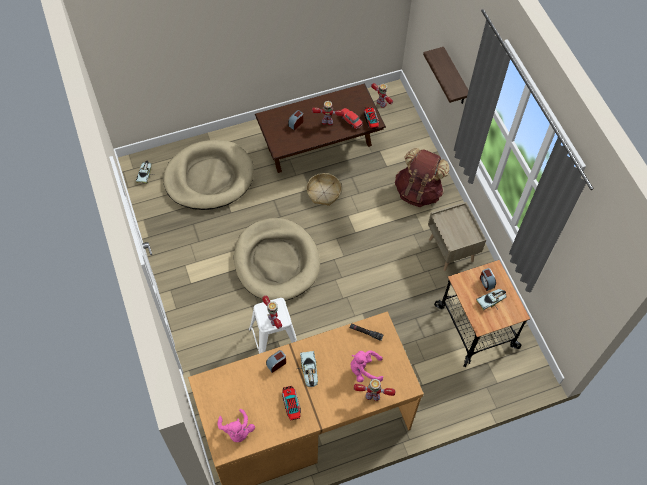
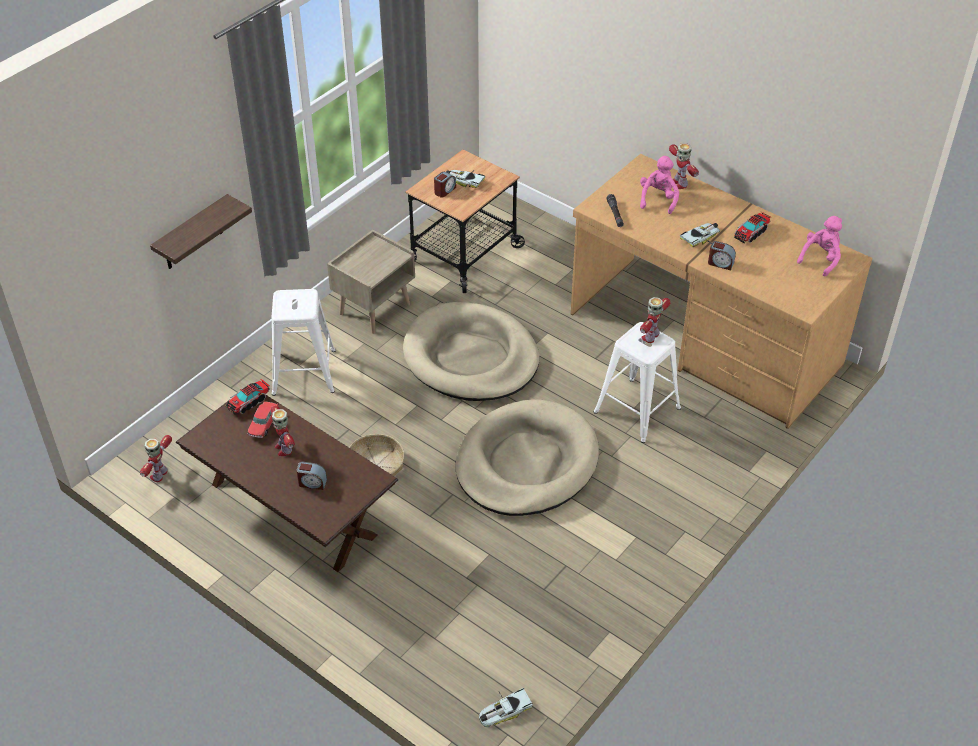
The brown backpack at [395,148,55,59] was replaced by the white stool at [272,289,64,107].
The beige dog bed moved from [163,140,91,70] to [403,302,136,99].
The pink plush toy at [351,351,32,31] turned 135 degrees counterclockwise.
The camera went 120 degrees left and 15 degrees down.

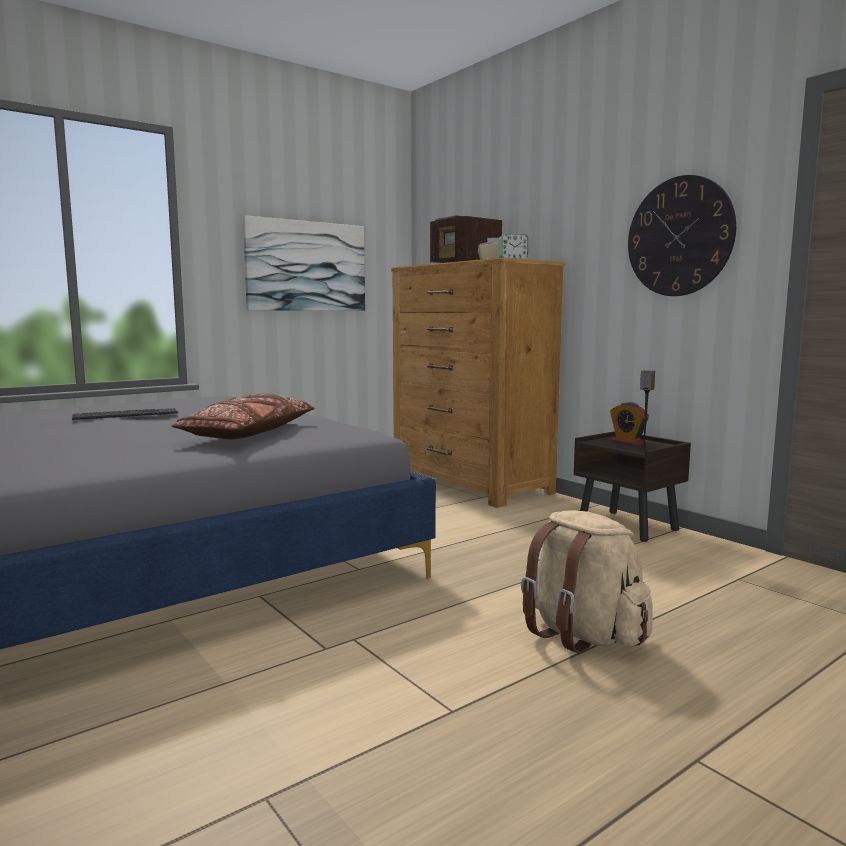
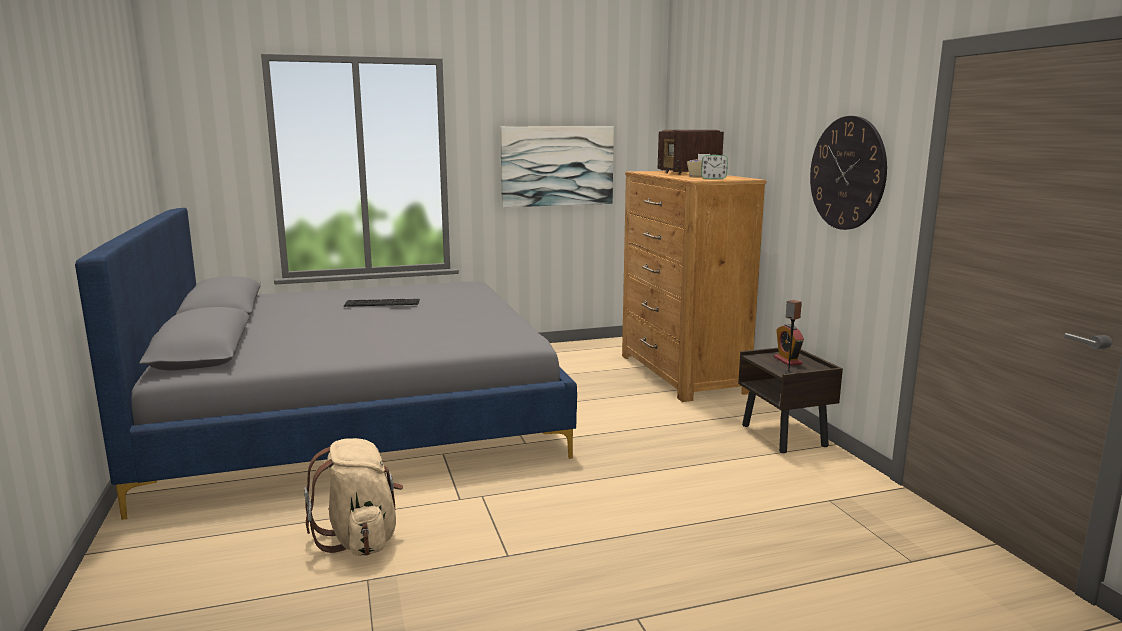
The beige backpack moved from [521,510,132,143] to [304,438,99,118].
The brown pillow at [172,393,143,46] disappeared.
The camera went 20 degrees right and 5 degrees up.

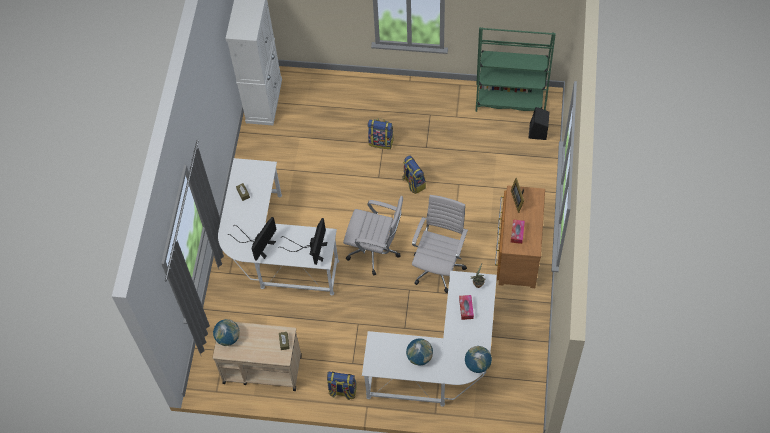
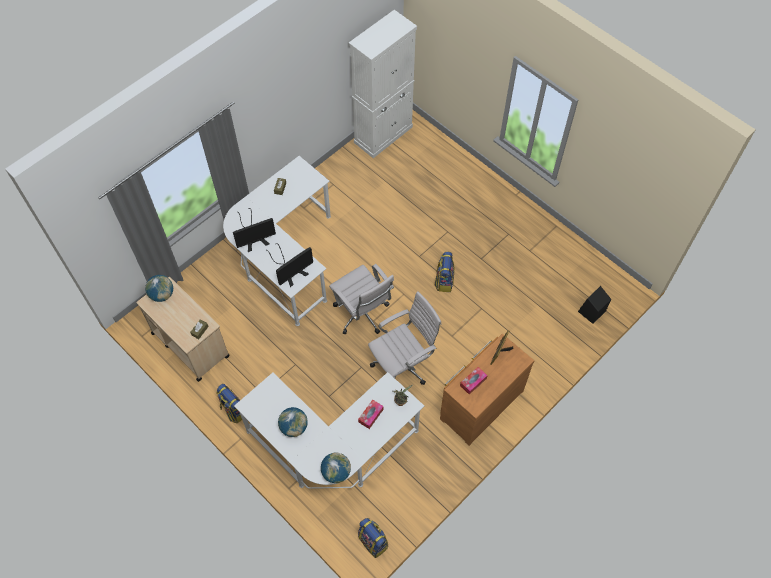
The backpack moved from [368,118,26,31] to [358,518,30,40].
The green bookcase at [476,27,80,85] disappeared.
The camera went 35 degrees right and 0 degrees up.

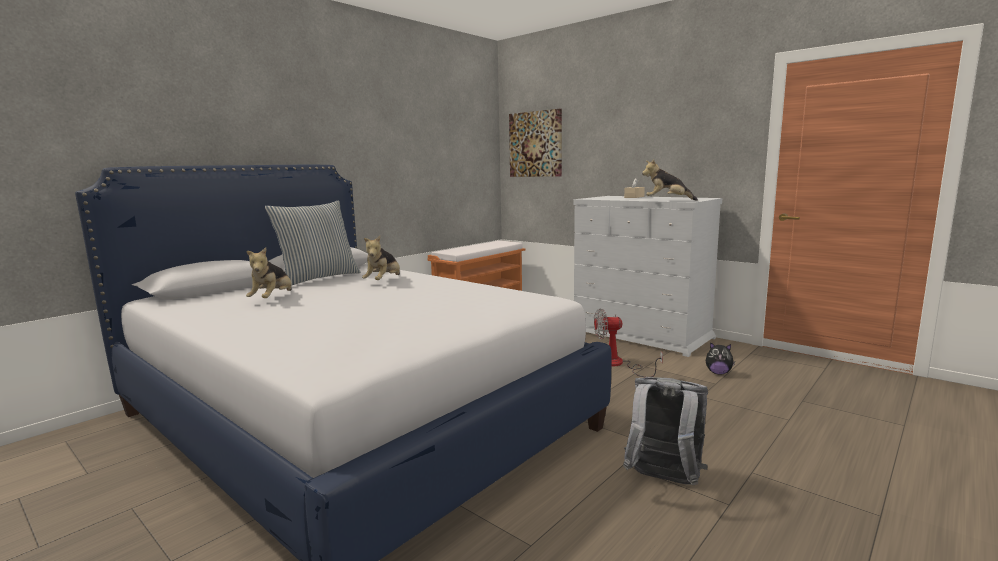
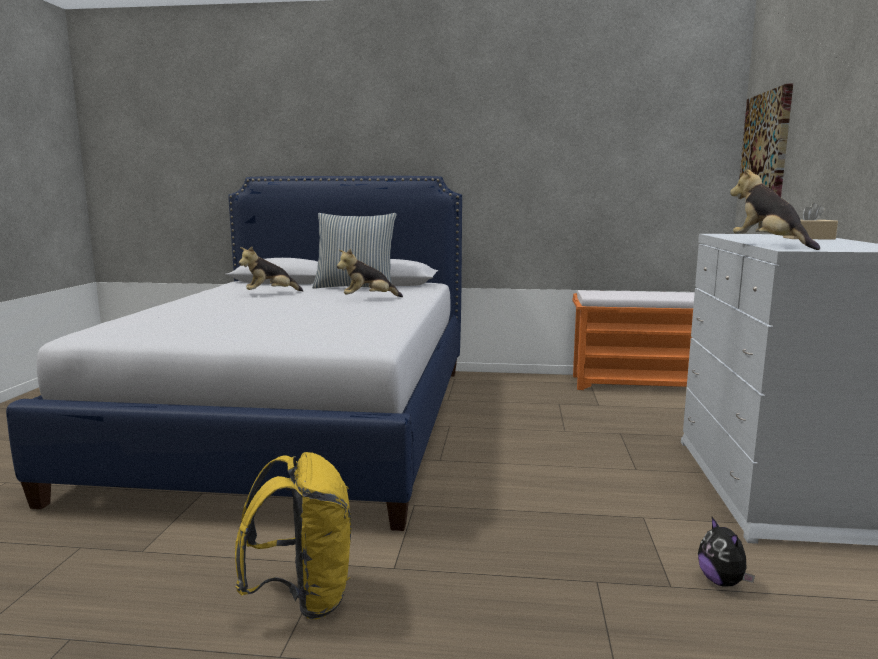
The grey backpack at [623,377,85,108] became the yellow backpack at [235,452,116,168].
The fan at [594,308,69,70] disappeared.
The camera went 55 degrees right and 0 degrees up.

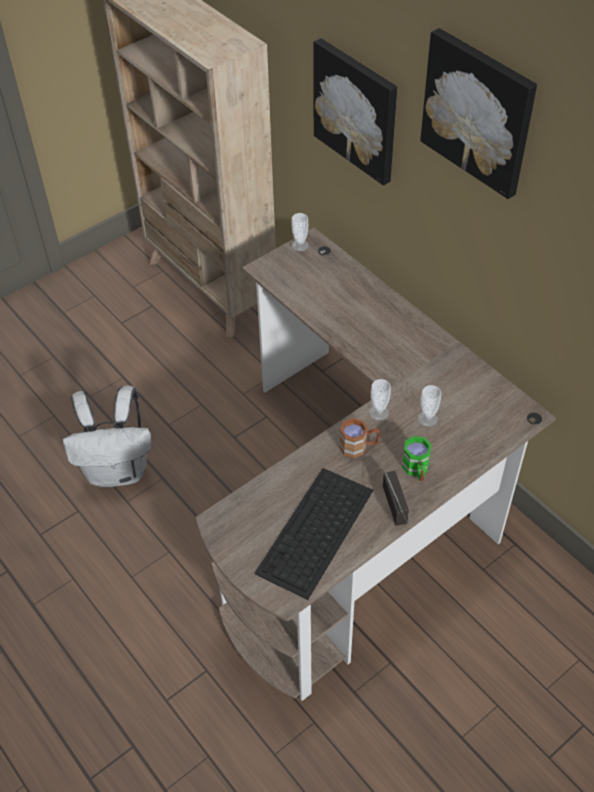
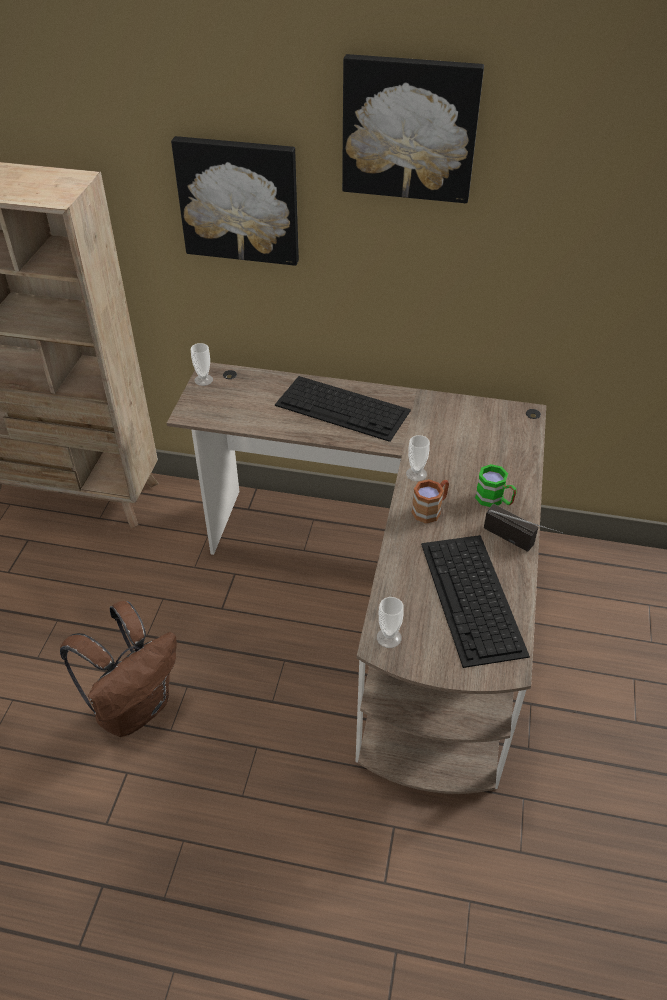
The white backpack at [63,385,89,102] became the brown backpack at [60,601,117,136].
The keyboard at [275,376,136,66] appeared.
The cup moved from [418,385,23,42] to [377,597,27,51].
The camera went 40 degrees left and 5 degrees down.

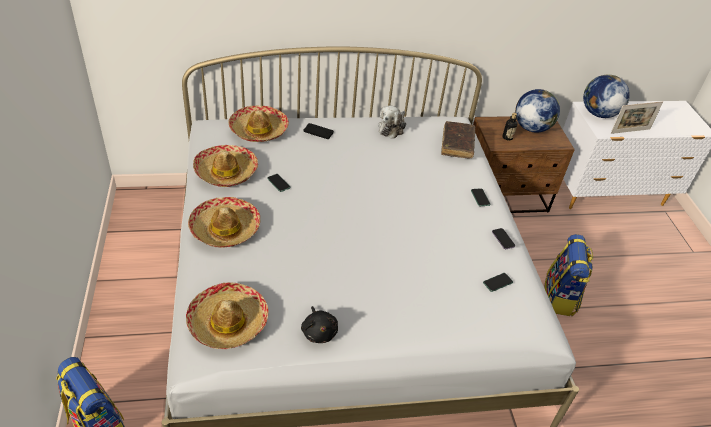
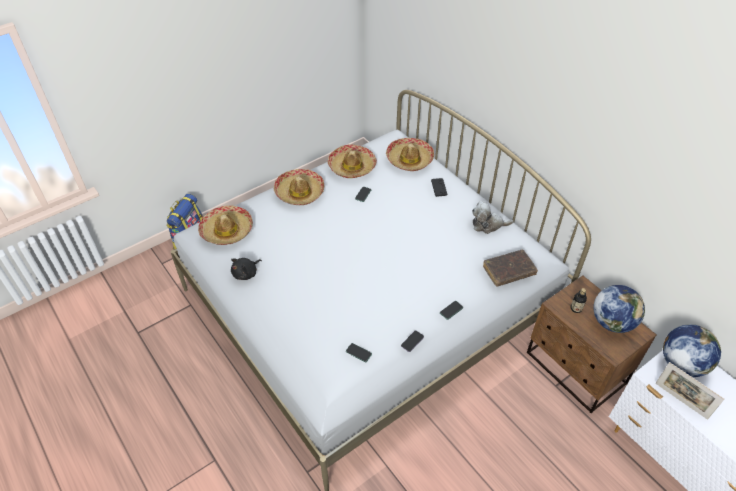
The backpack at [544,234,49,82] disappeared.
The camera went 65 degrees right and 5 degrees up.

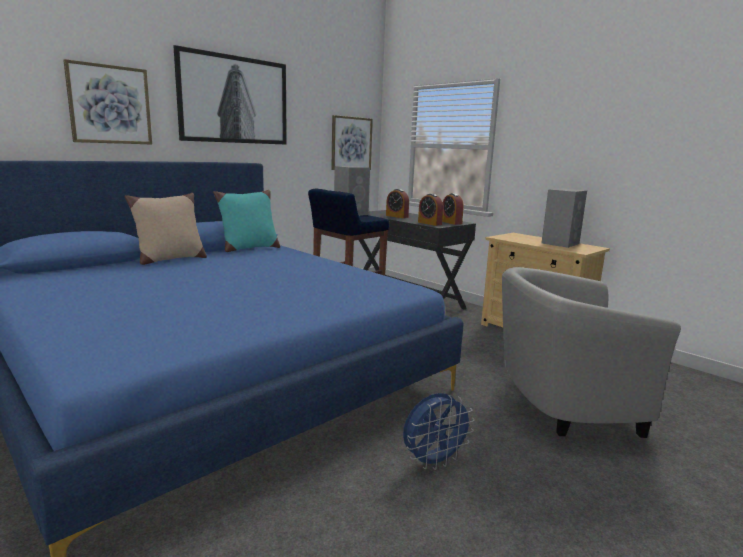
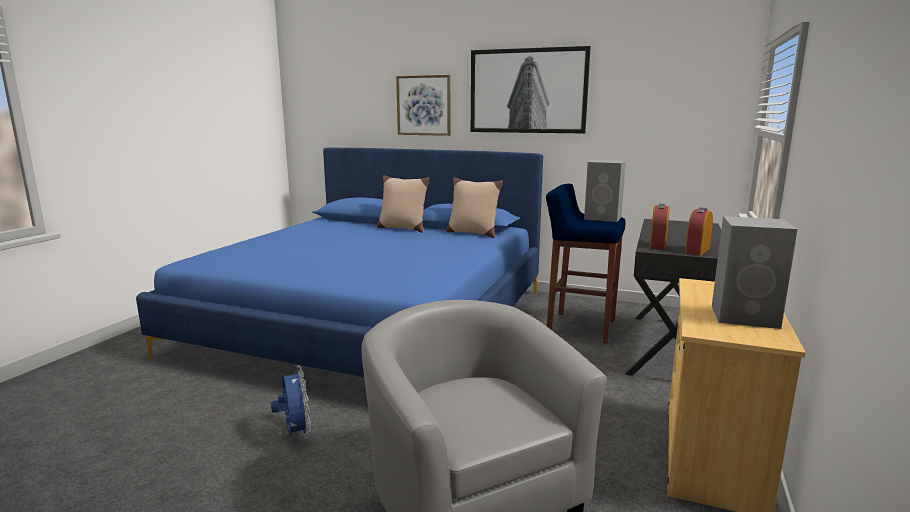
The blue fan at [403,393,72,77] turned 150 degrees counterclockwise.
The turquoise pillow at [213,190,67,62] became the beige pillow at [446,178,57,60].
The picture at [331,115,42,55] disappeared.
The alarm clock at [386,189,23,29] disappeared.
The camera went 65 degrees right and 0 degrees up.

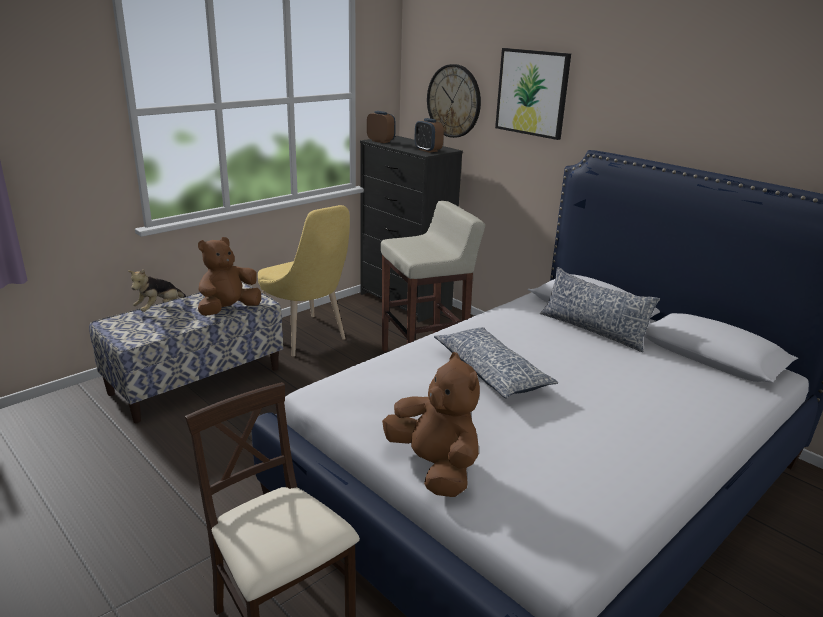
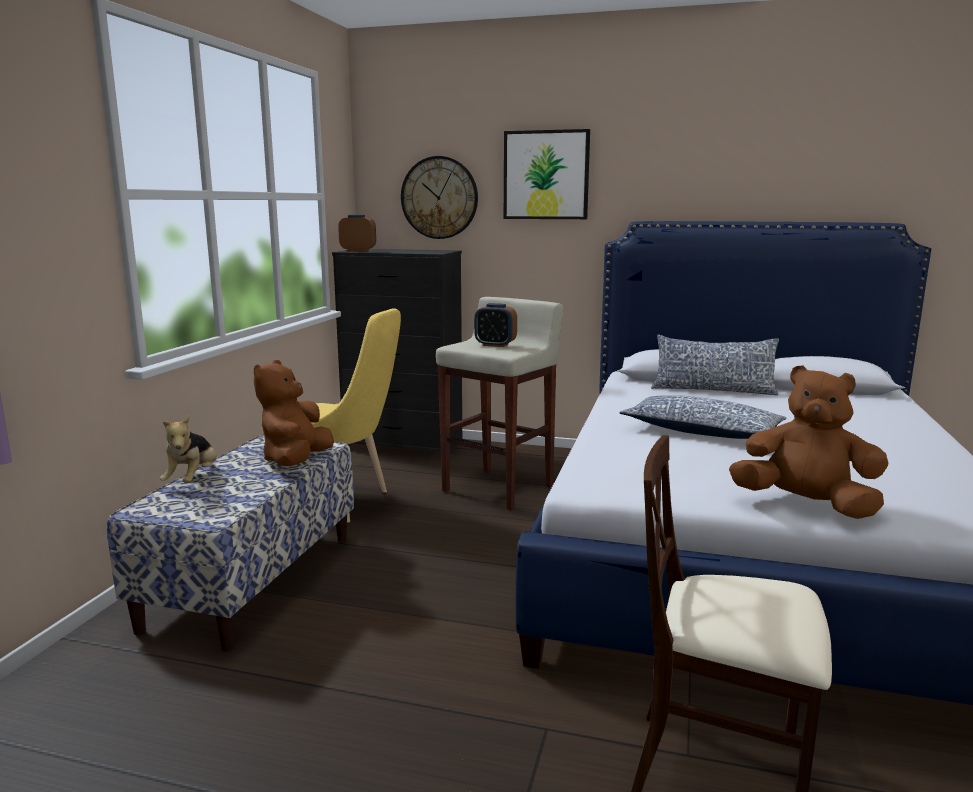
The alarm clock moved from [414,118,30,35] to [474,303,43,44].
The camera went 30 degrees left and 10 degrees down.

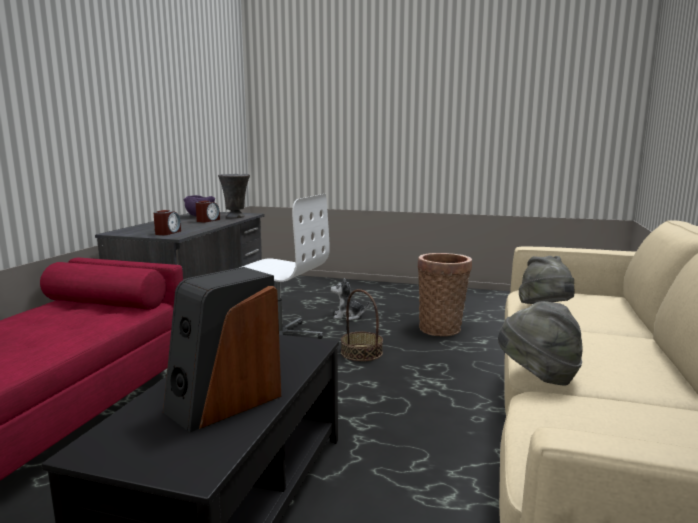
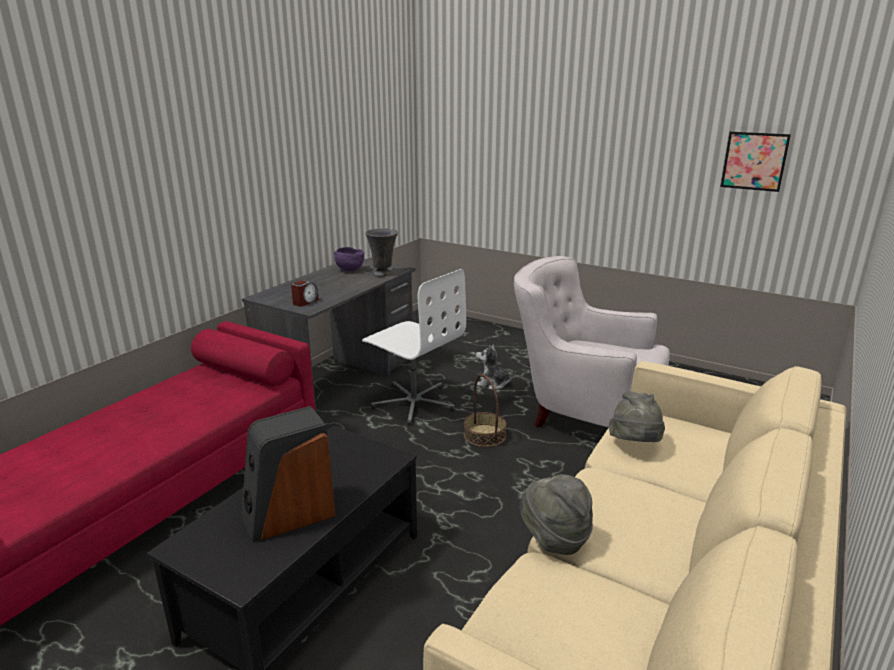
The basket at [418,253,54,83] was replaced by the white armchair at [514,256,156,171].
The picture at [720,132,71,60] appeared.
The alarm clock at [196,201,24,22] disappeared.
The camera went 15 degrees right and 10 degrees up.

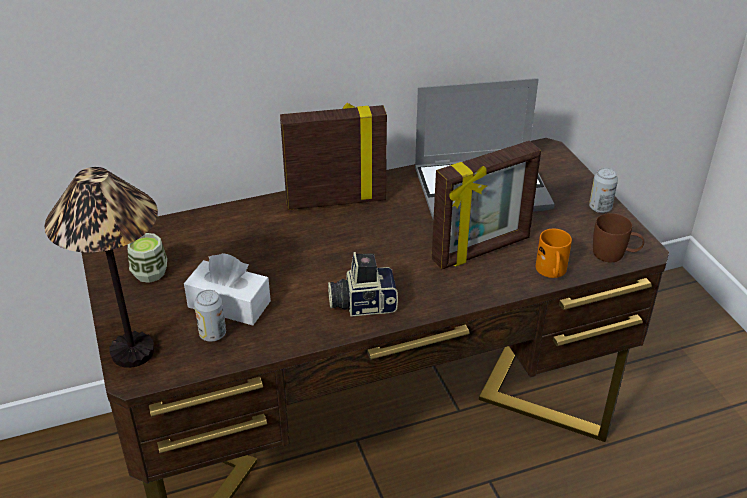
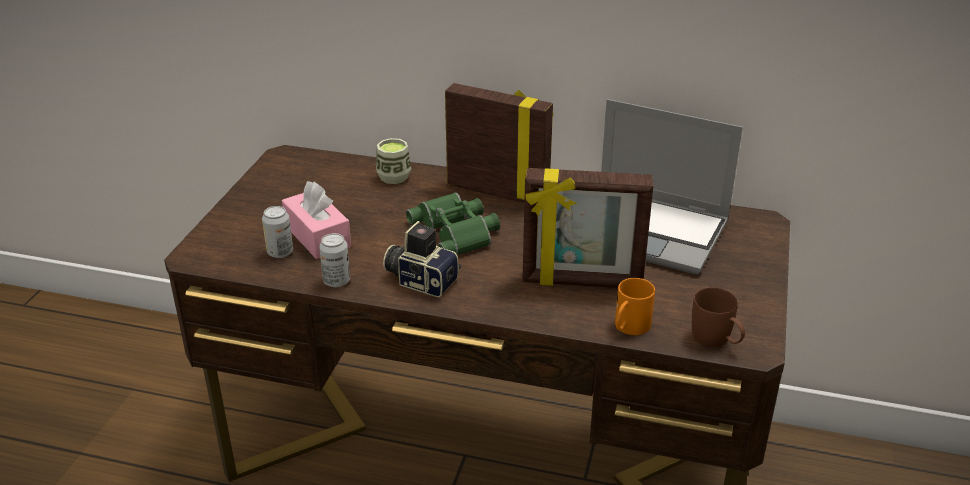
The white tissue box at [184,253,87,72] became the pink tissue box at [282,181,69,78].
The can moved from [589,168,29,45] to [319,233,31,54].
The cup moved from [127,233,40,50] to [376,138,35,46].
The green binoculars at [406,192,94,63] appeared.
The table lamp at [45,167,113,201] disappeared.
The camera went 35 degrees right and 5 degrees down.

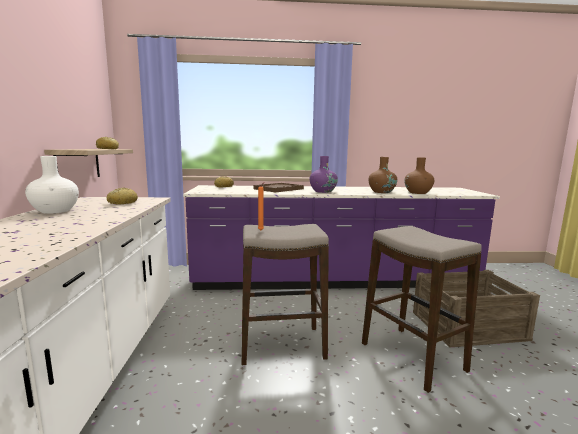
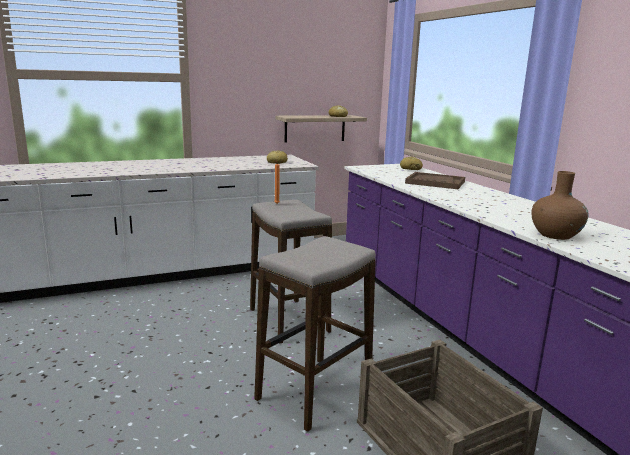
The white vase at [25,156,54,58] disappeared.
The purple vase at [310,156,28,37] disappeared.
The brown vase at [368,157,29,36] disappeared.
The camera went 70 degrees right and 5 degrees up.

